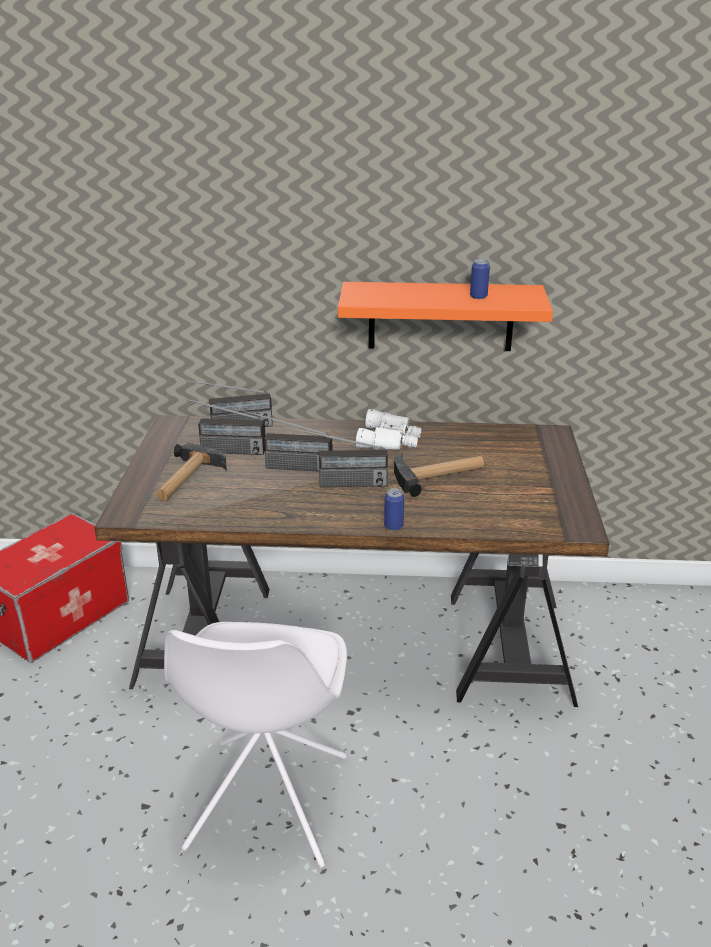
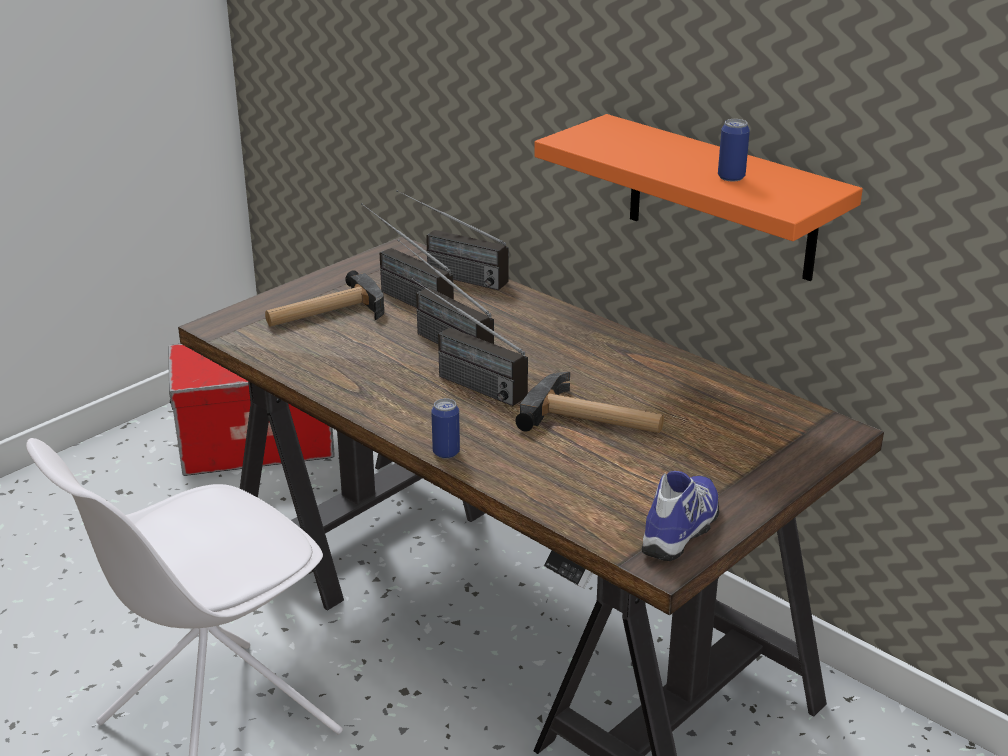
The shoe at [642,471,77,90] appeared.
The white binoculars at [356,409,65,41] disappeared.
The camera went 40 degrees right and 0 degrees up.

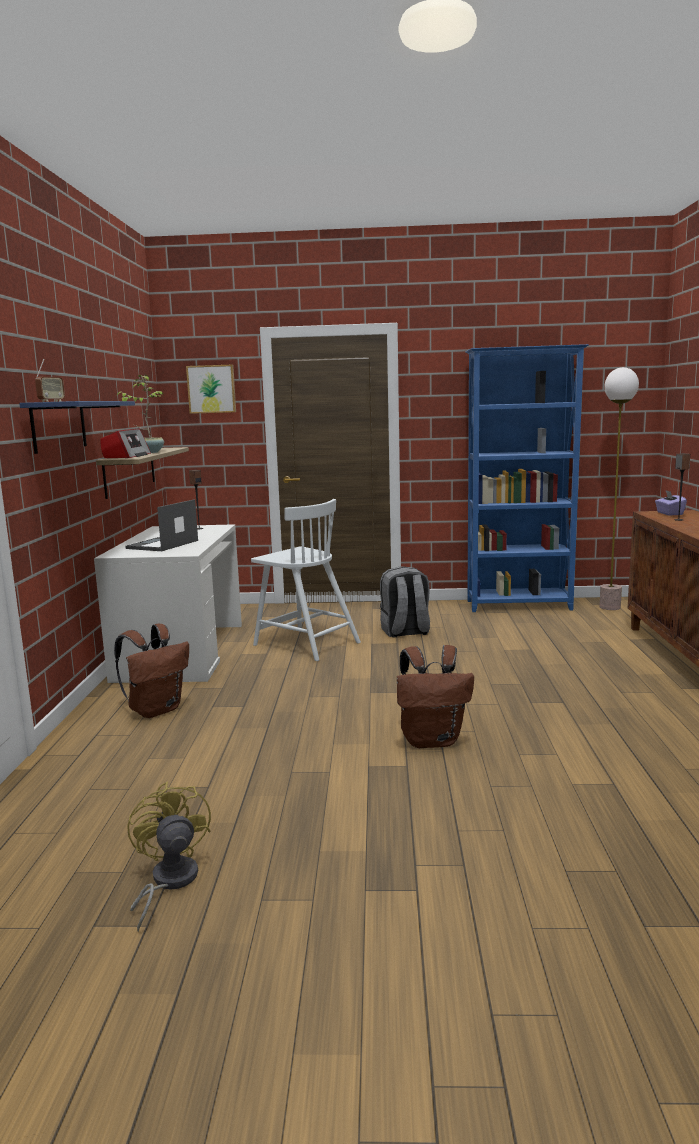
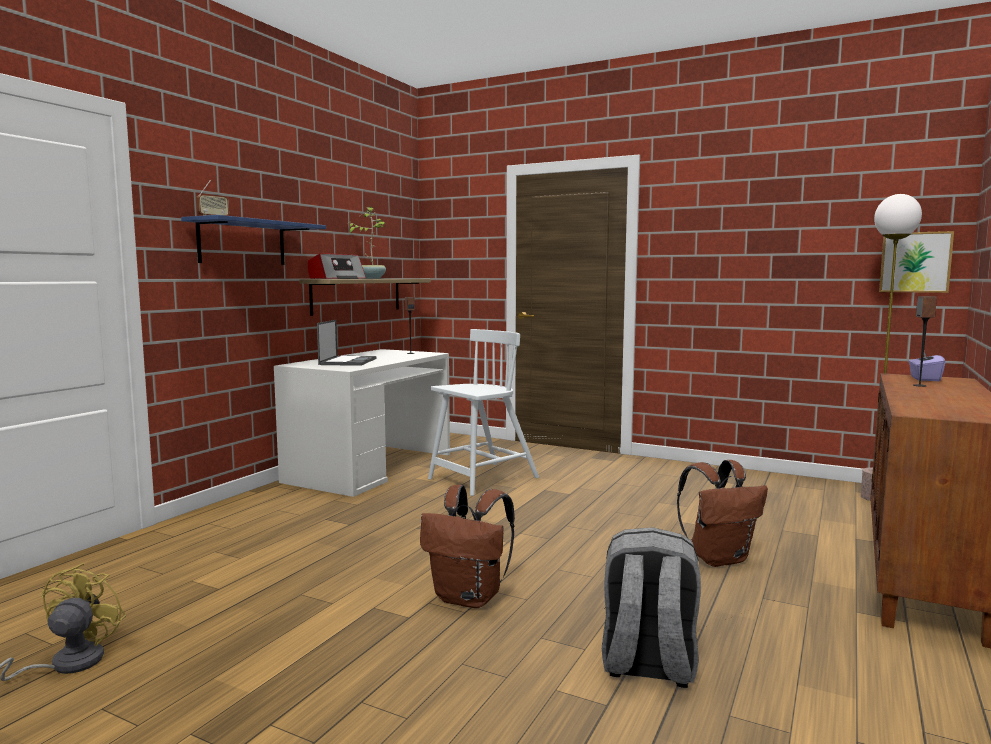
The laptop at [125,499,73,52] turned 135 degrees clockwise.
The white chair at [251,499,110,162] turned 105 degrees counterclockwise.
The grey backpack moved from [380,566,50,72] to [602,527,99,161].
The brown backpack moved from [114,624,75,94] to [677,460,91,107].
The picture moved from [186,365,50,49] to [879,231,75,62].
The blue bookcase at [466,344,123,268] disappeared.
The camera went 25 degrees right and 5 degrees down.

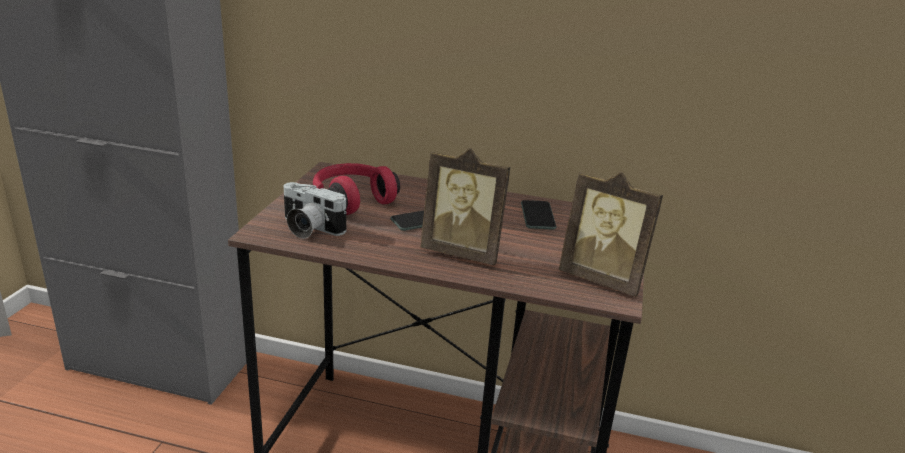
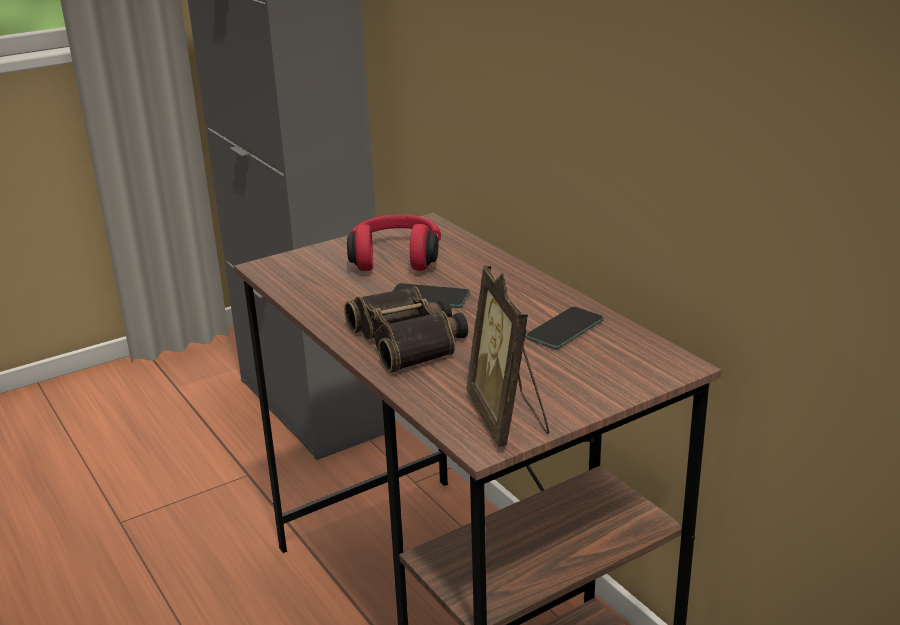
The picture frame at [420,148,90,117] was replaced by the binoculars at [344,287,124,86].
The photo camera at [284,182,63,57] disappeared.
The camera went 45 degrees right and 0 degrees up.

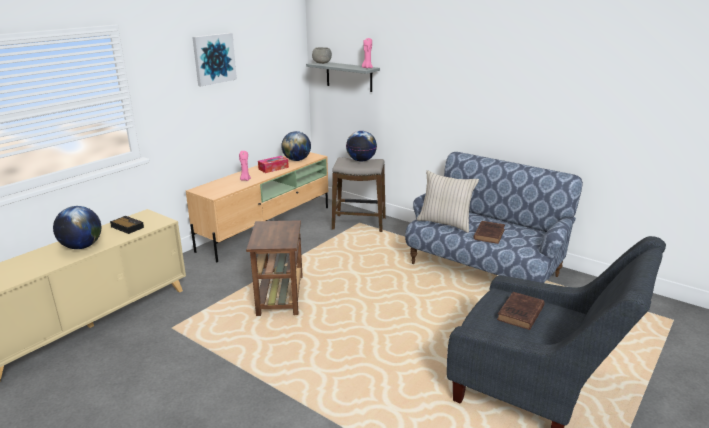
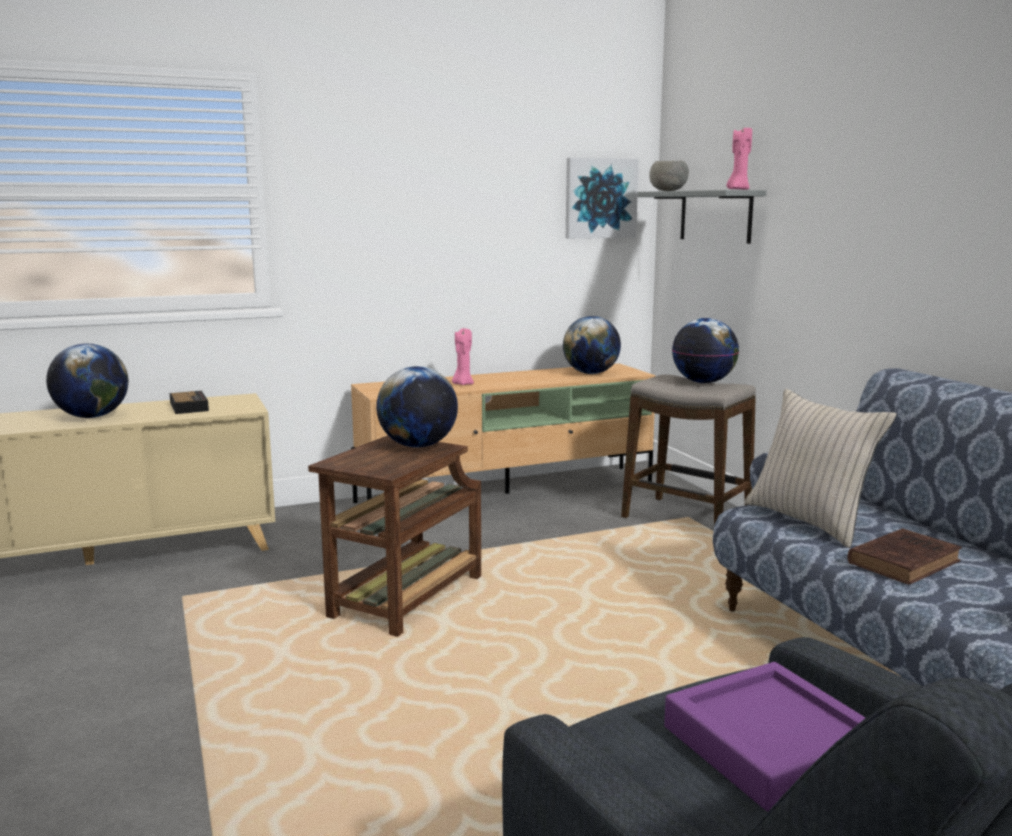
The globe at [376,366,82,82] appeared.
The picture moved from [192,33,45,53] to [566,158,73,80].
The brown book at [497,292,48,38] was replaced by the purple tray at [664,662,201,150].
The tissue box at [258,156,31,17] disappeared.
The camera went 30 degrees right and 10 degrees down.

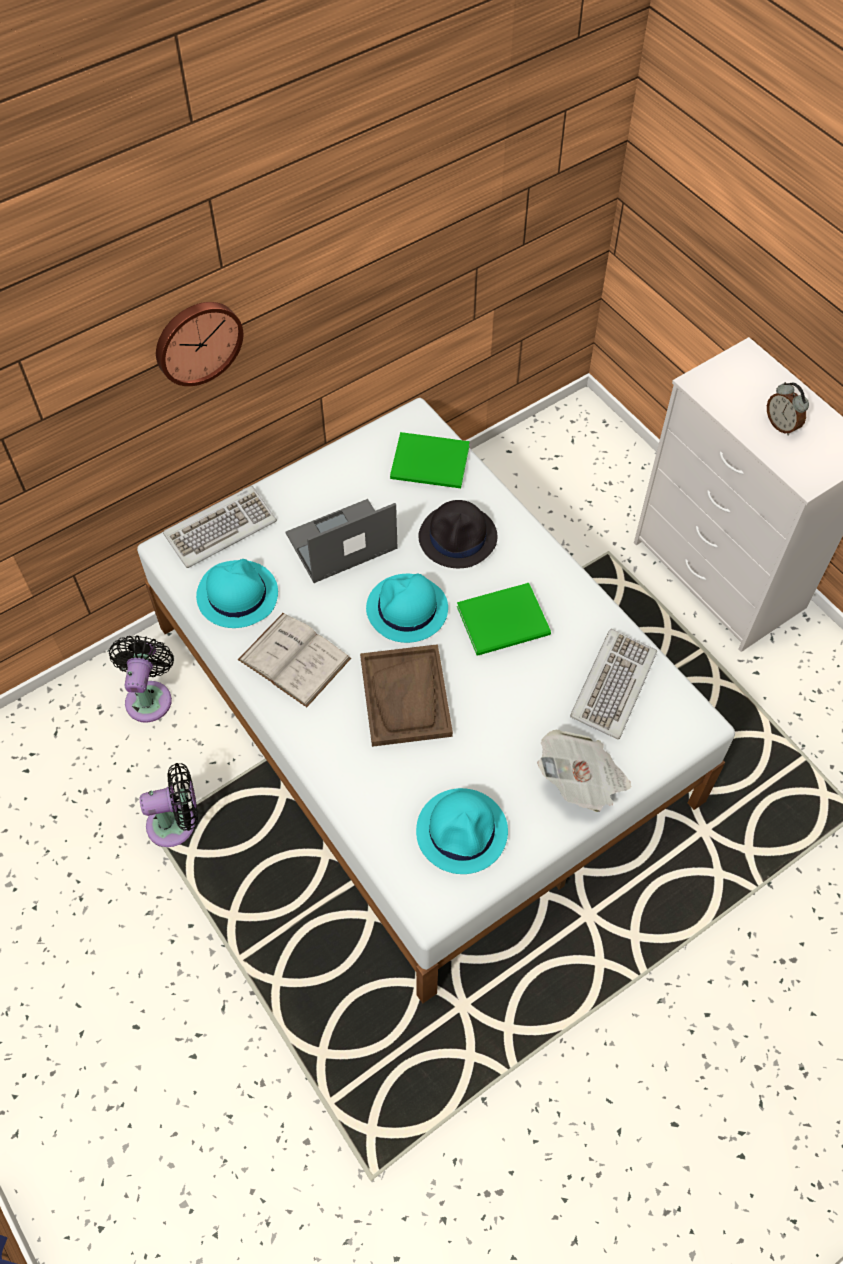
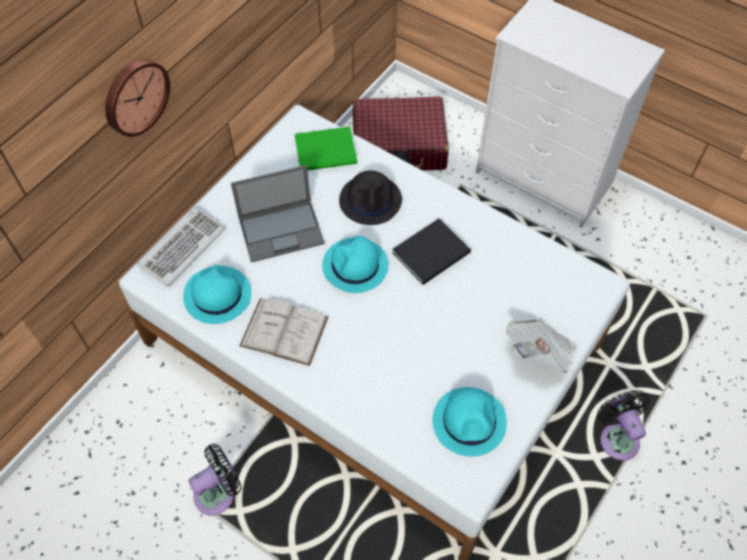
The laptop at [285,499,113,84] turned 150 degrees counterclockwise.
The red suitcase at [353,96,96,74] appeared.
The green book at [457,583,94,73] became the black book at [392,219,79,66].
The black fan moved from [109,635,65,88] to [597,390,53,70].
The brown tray at [360,644,93,103] disappeared.
The keyboard at [570,629,87,110] disappeared.
The alarm clock at [767,382,42,53] disappeared.
The camera went 20 degrees left and 0 degrees up.

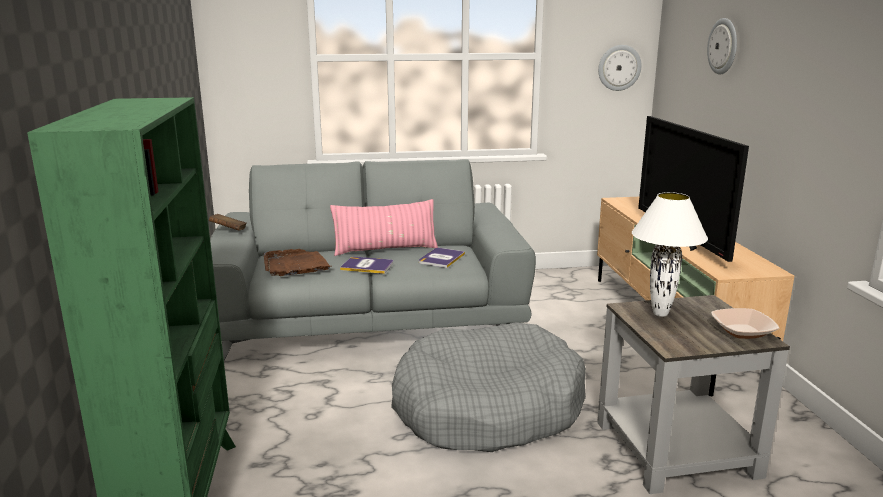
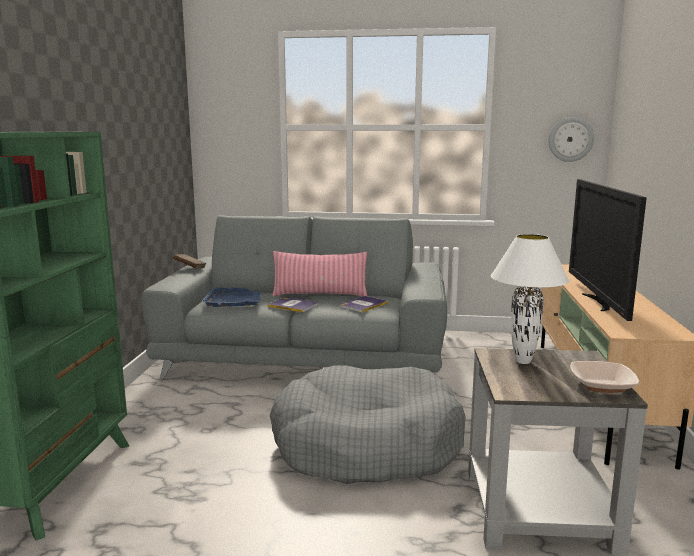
The brown tray at [263,249,67,27] became the blue tray at [202,288,58,19].
The wall clock at [707,18,30,57] disappeared.
The camera went 15 degrees right and 5 degrees down.

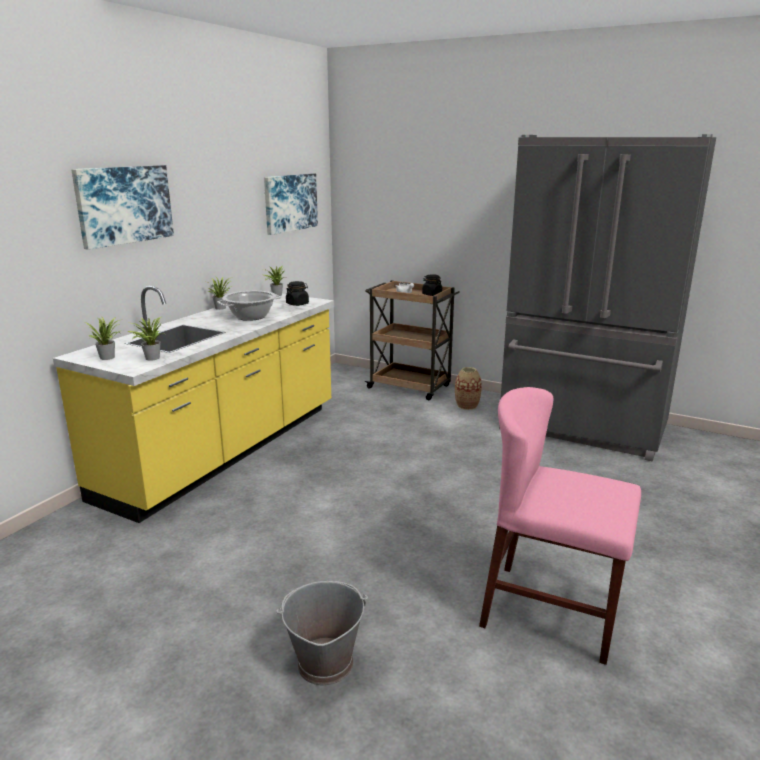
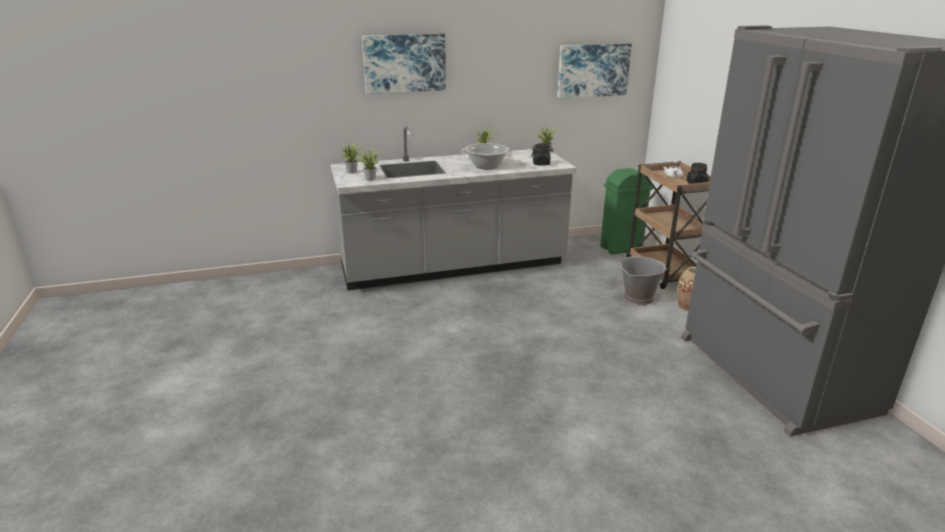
The yellow counter at [53,286,281,237] became the grey counter at [331,126,245,164].
The green trash can at [600,168,53,87] appeared.
The grey bucket moved from [276,581,92,105] to [621,256,47,49].
The pink chair at [479,387,162,278] disappeared.
The camera went 45 degrees right and 5 degrees up.

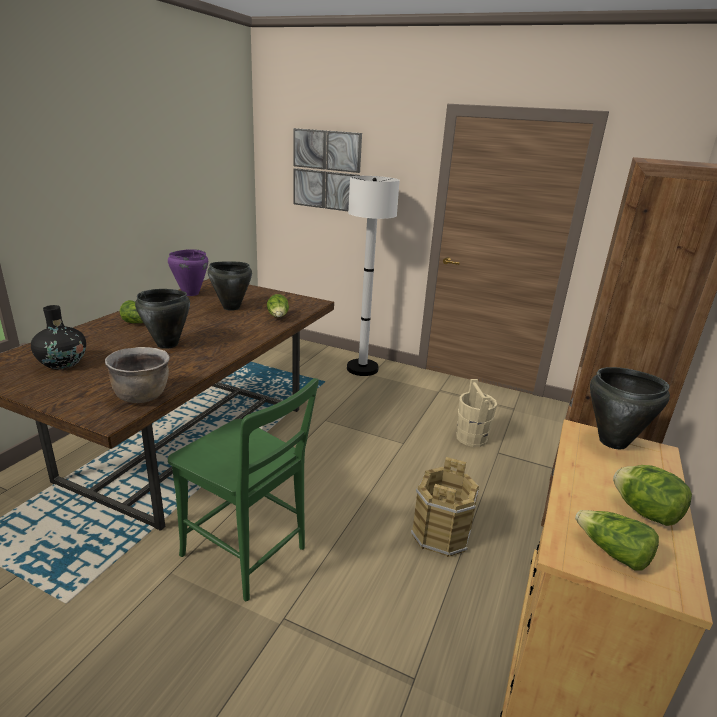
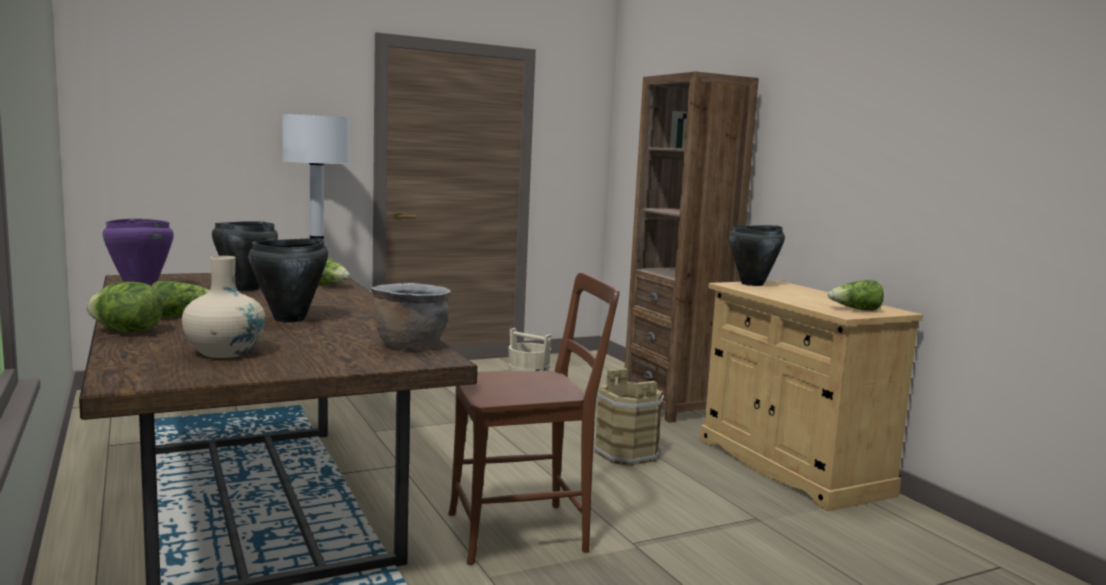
The lettuce moved from [613,465,79,61] to [86,282,77,50].
The black vase at [31,305,55,64] became the beige vase at [182,256,83,102].
The green chair at [168,378,151,223] became the brown chair at [448,273,172,292].
The picture at [293,128,69,83] disappeared.
The camera went 50 degrees left and 15 degrees down.

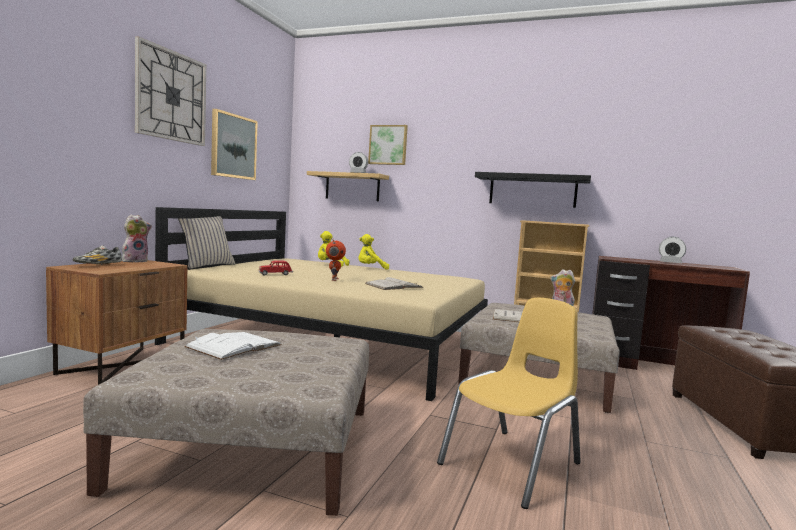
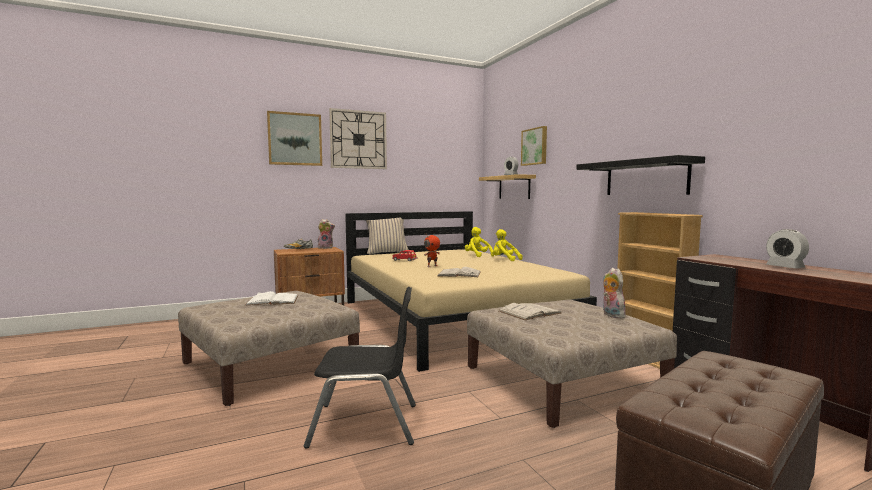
The picture moved from [211,109,47,71] to [267,111,55,55].
The yellow chair at [437,298,144,211] became the black chair at [304,287,112,162].
The camera went 45 degrees right and 0 degrees up.

